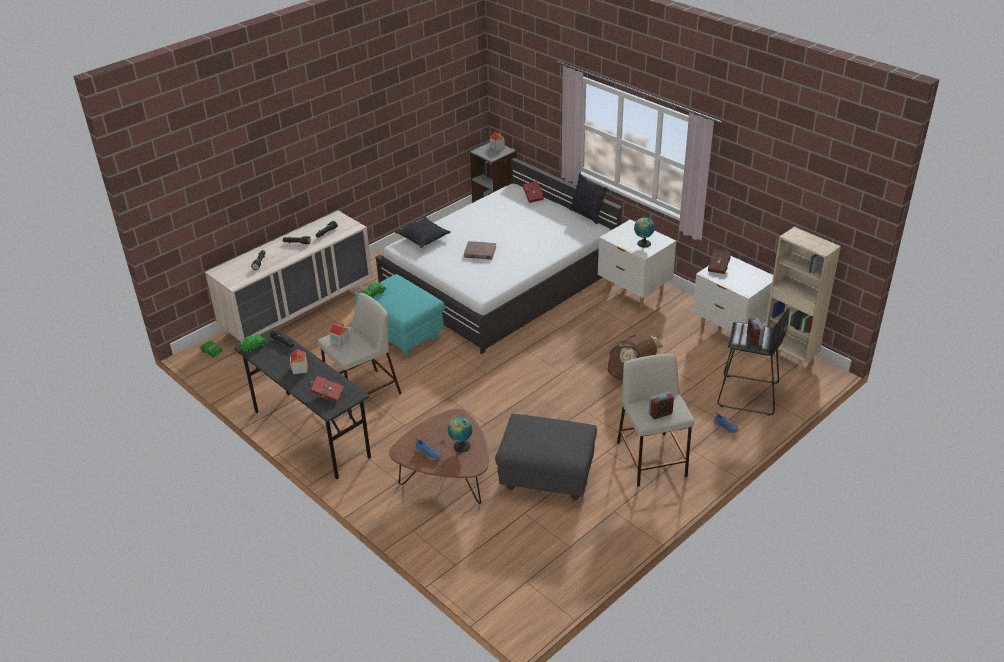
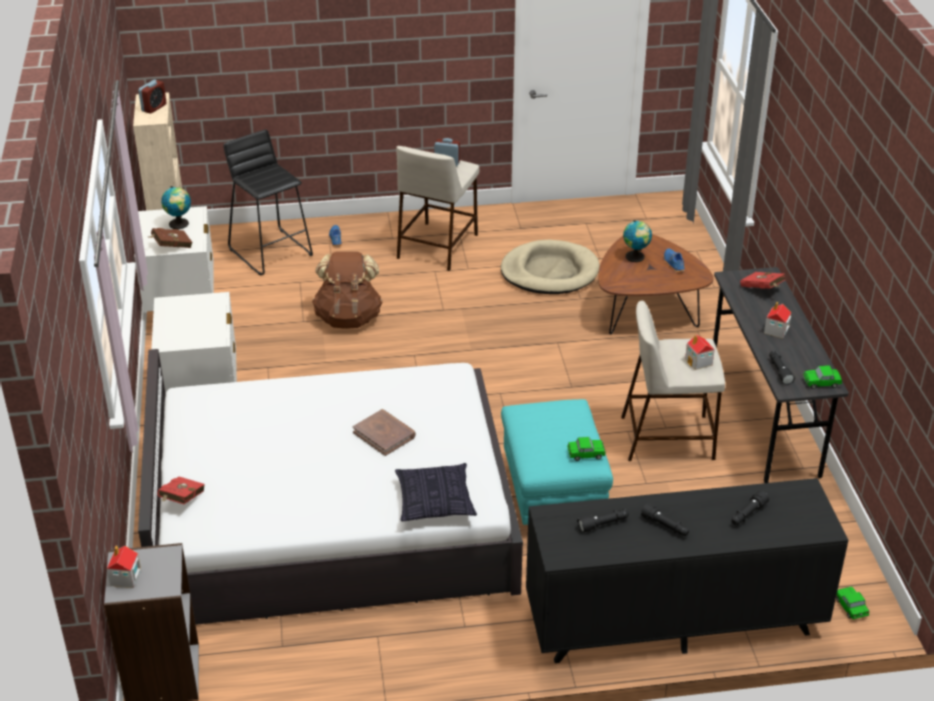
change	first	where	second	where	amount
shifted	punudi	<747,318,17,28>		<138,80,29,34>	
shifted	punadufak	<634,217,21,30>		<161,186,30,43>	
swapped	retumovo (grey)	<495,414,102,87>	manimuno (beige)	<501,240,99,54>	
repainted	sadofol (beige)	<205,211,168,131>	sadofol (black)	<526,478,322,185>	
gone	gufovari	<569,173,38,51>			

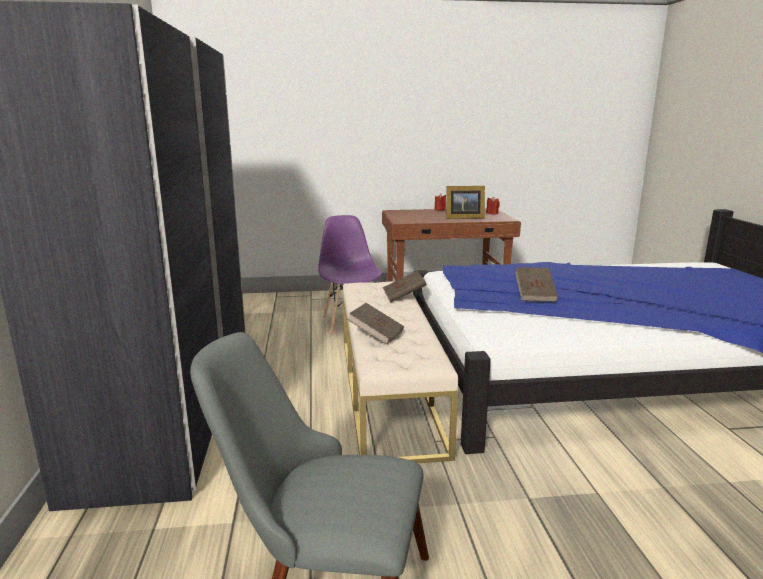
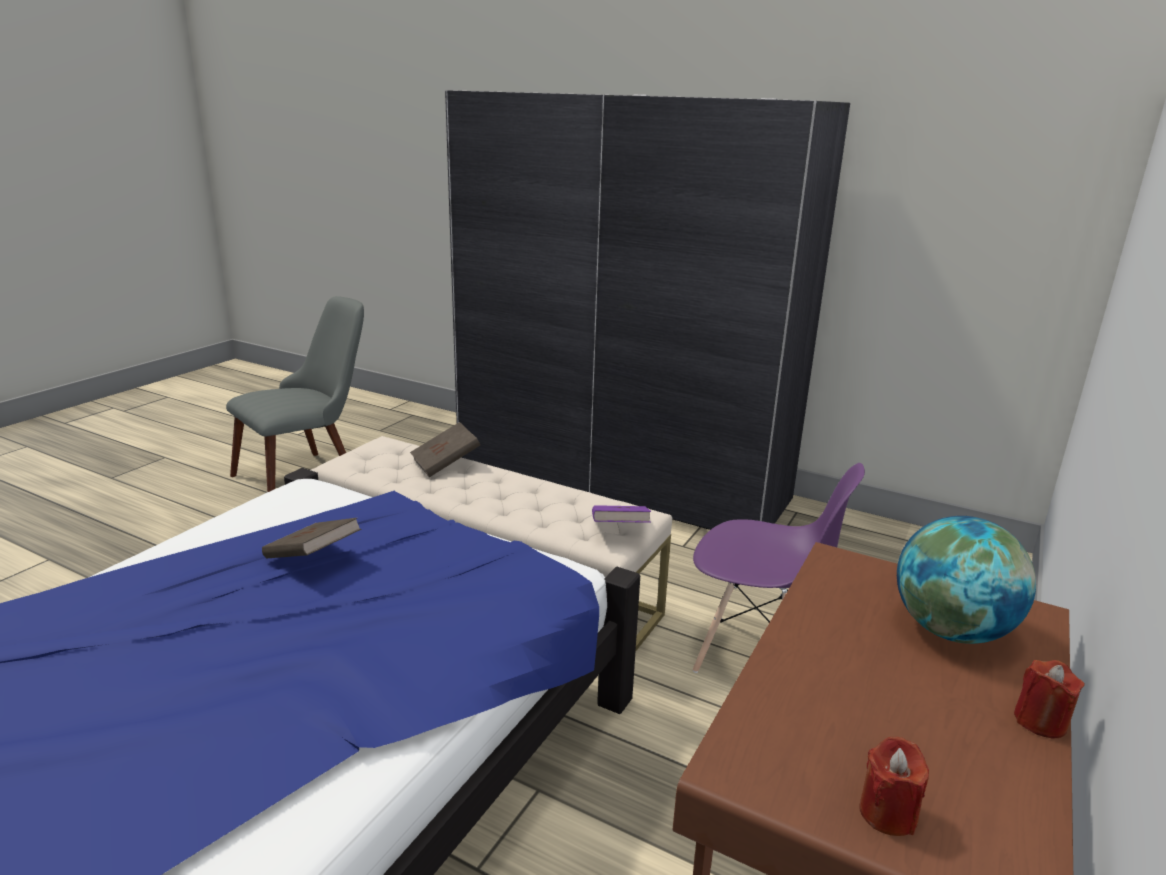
change	first	where	second	where	amount
new			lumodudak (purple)	<592,505,59,18>	
new			punadufak	<897,516,139,128>	
gone	lumodudak (brown)	<383,271,44,31>			
gone	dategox	<446,186,39,33>			

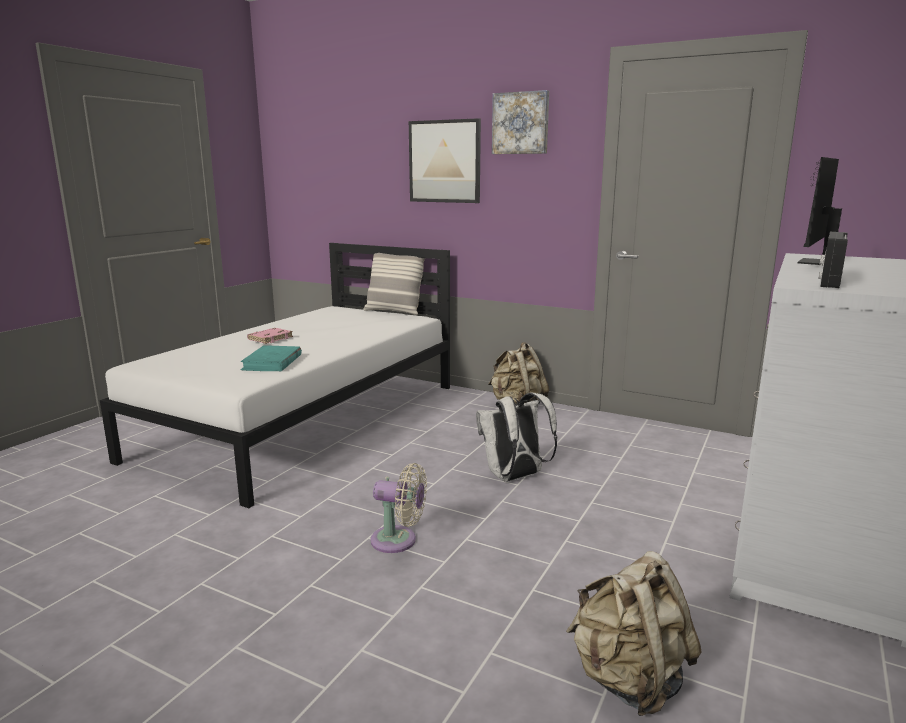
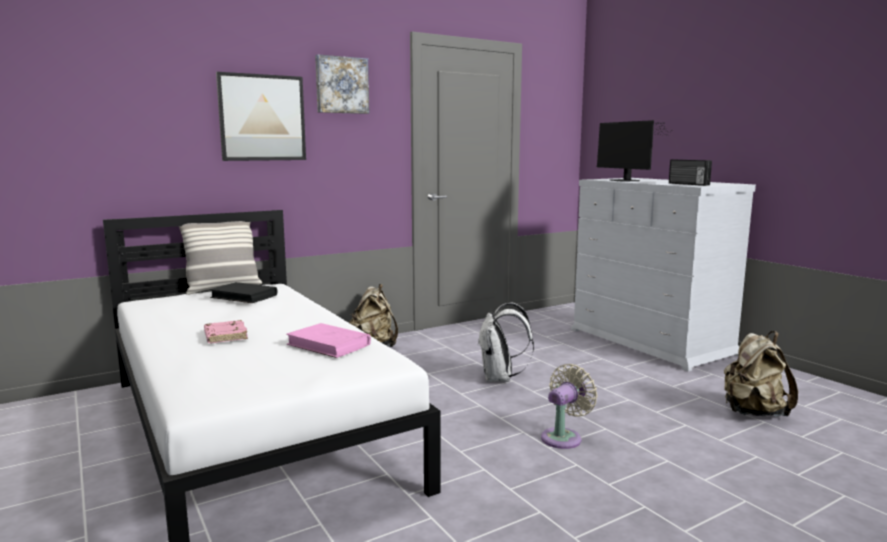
change	first	where	second	where	amount
new			lumodudak (black)	<210,282,68,21>	
repainted	lumodudak (turquoise)	<240,346,62,25>	lumodudak (pink)	<286,323,85,35>	

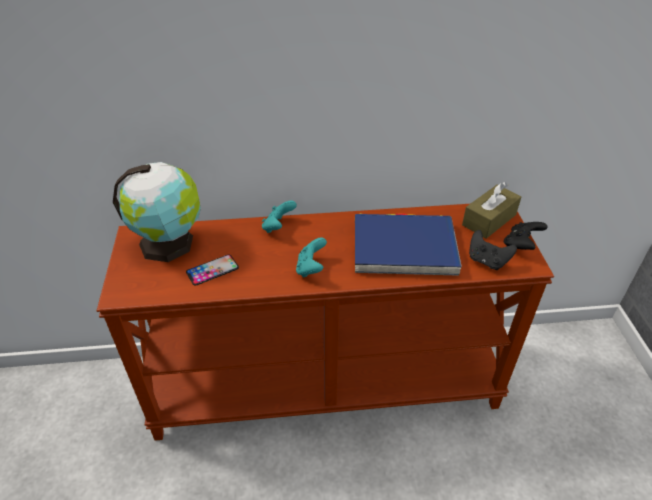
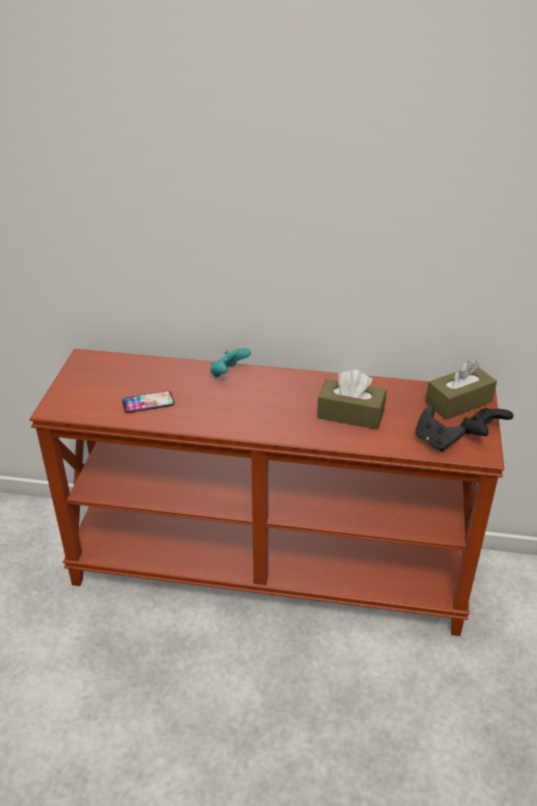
change	first	where	second	where	amount
swapped	lumodudak (blue)	<355,213,107,63>	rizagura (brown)	<317,370,70,60>	
gone	punadufak	<113,162,88,100>			
gone	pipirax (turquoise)	<296,237,31,40>			

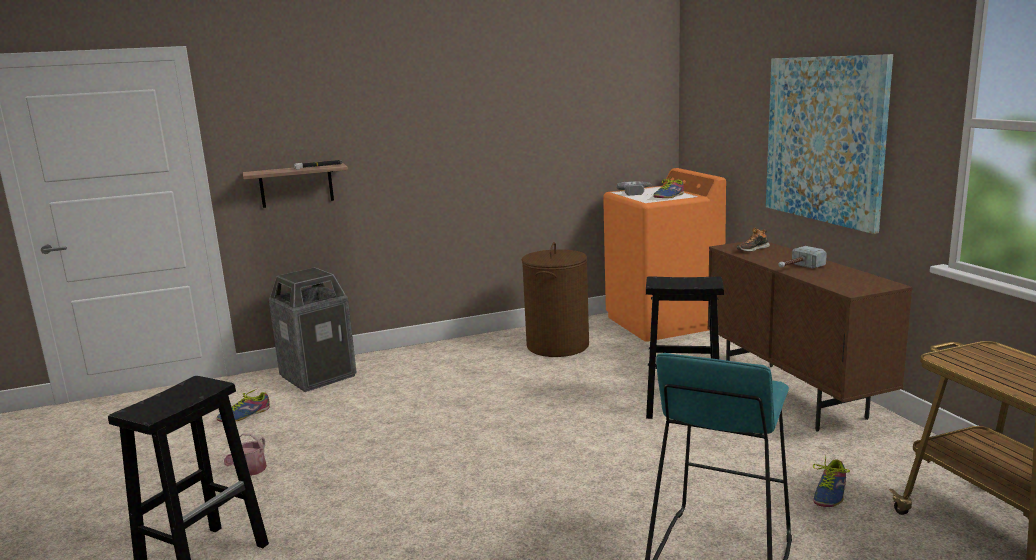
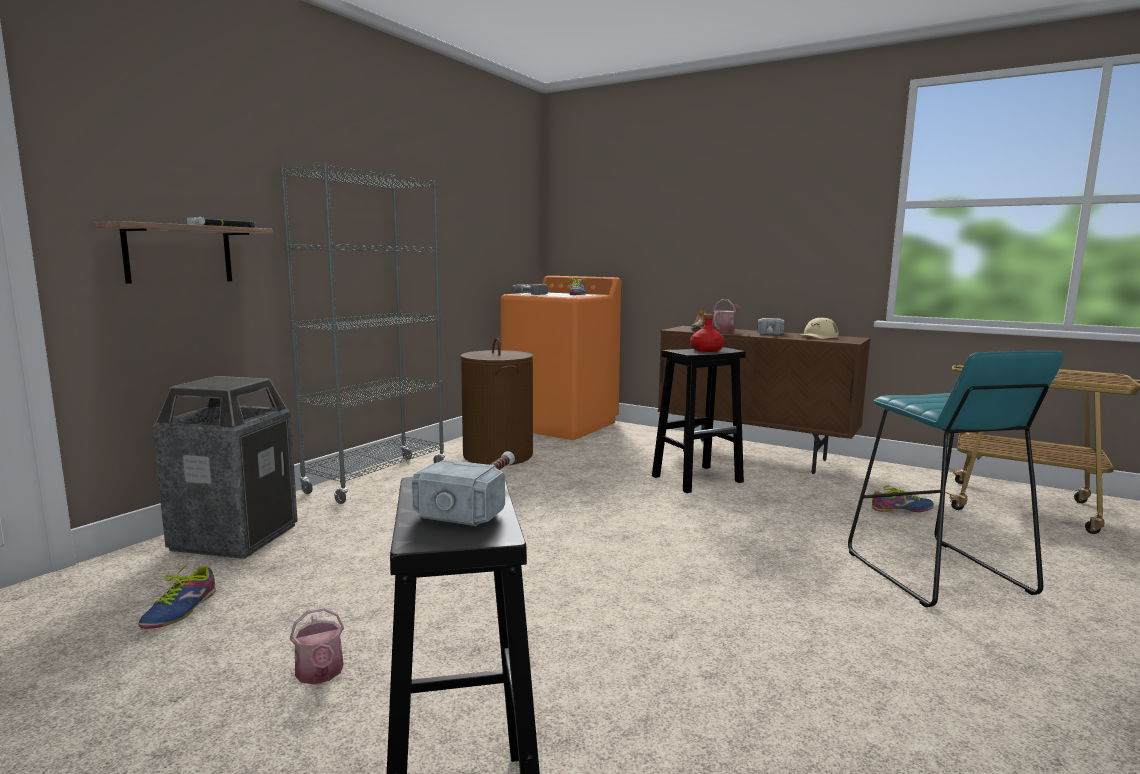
change	first	where	second	where	amount
new			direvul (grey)	<280,163,165,341>	
new			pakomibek	<412,451,103,75>	
new			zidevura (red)	<690,314,35,38>	
new			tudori	<713,299,28,33>	
new			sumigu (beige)	<797,317,42,22>	
rotated	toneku	<813,455,37,52>		<872,486,62,26>	90 degrees counterclockwise
gone	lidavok	<766,54,127,180>			

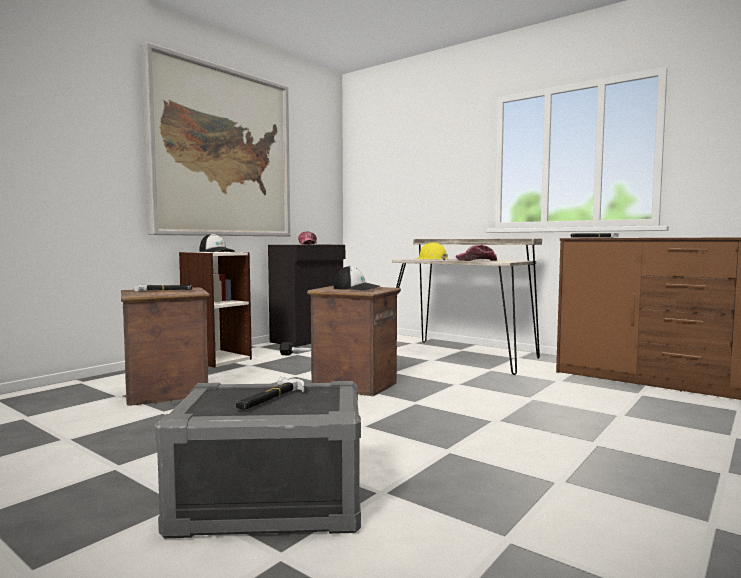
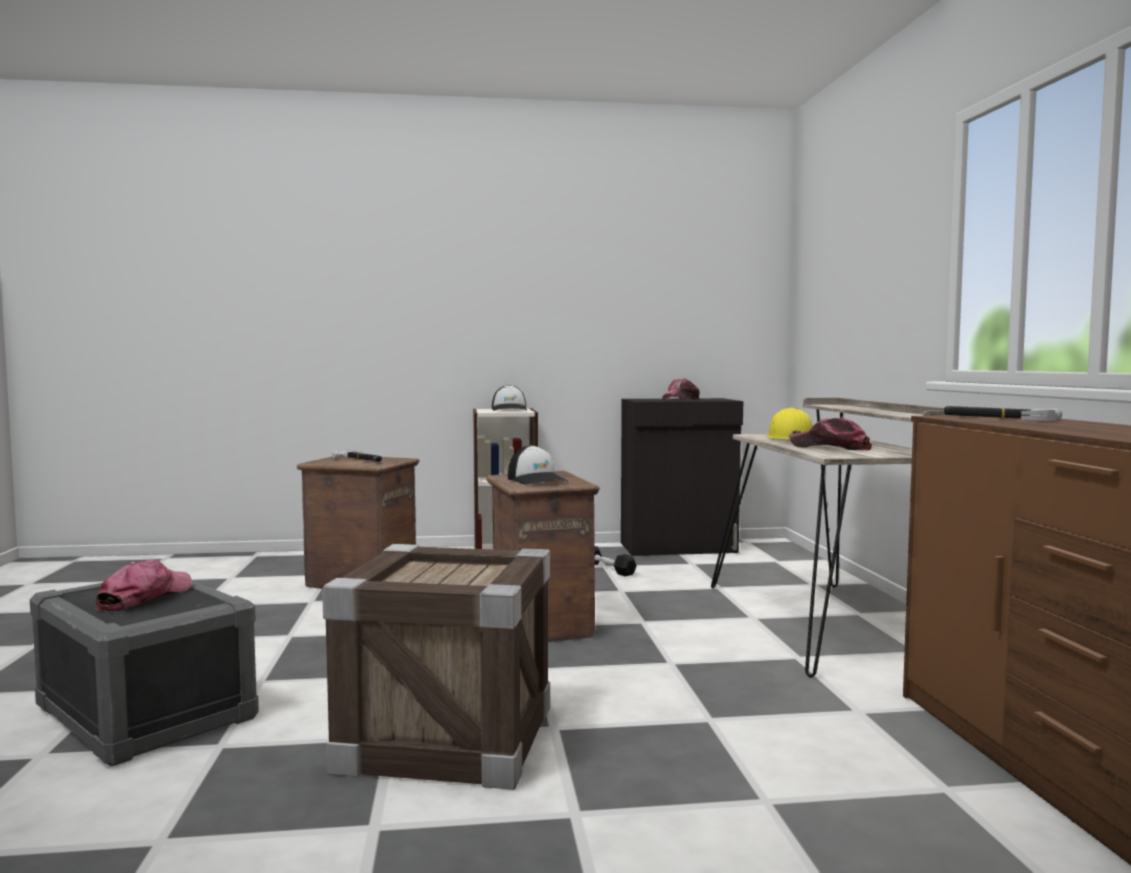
change	first	where	second	where	amount
swapped	pakomibek	<236,377,68,33>	sumigu	<94,559,98,52>	
new			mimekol	<322,544,228,246>	
gone	lidavok	<141,42,149,194>			

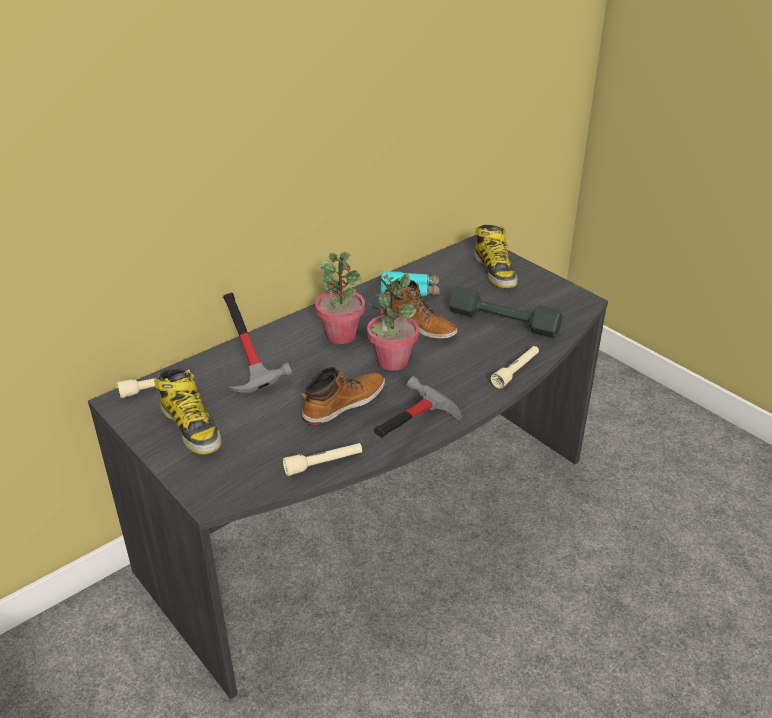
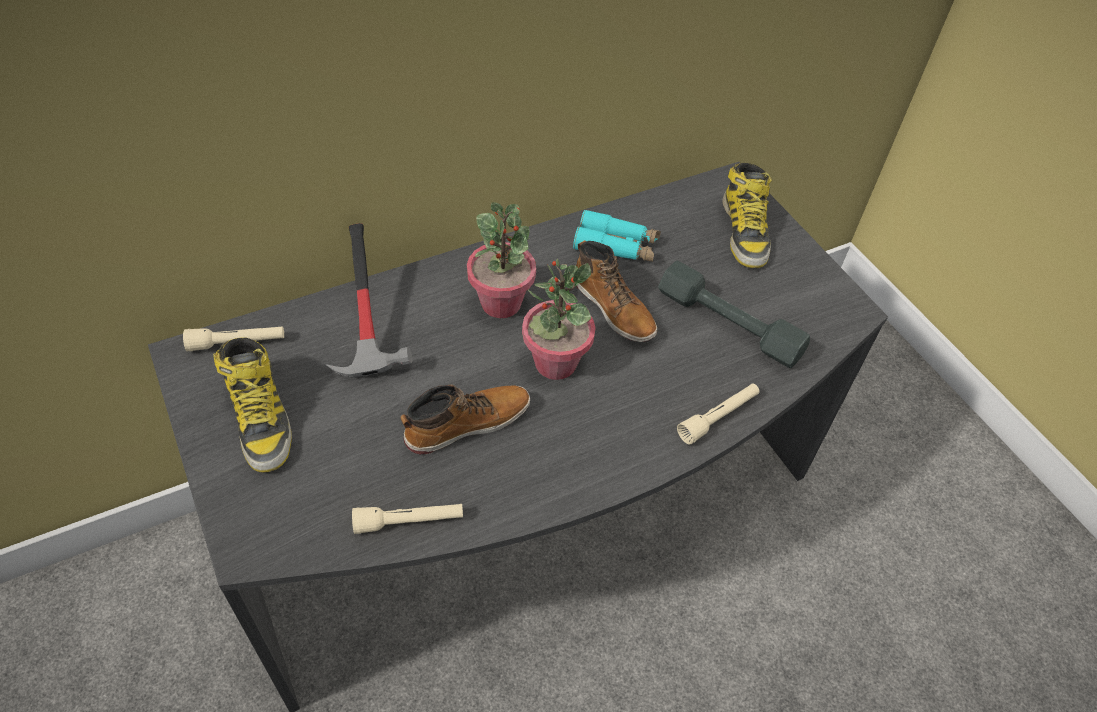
change	first	where	second	where	amount
gone	pakomibek	<373,376,89,62>			

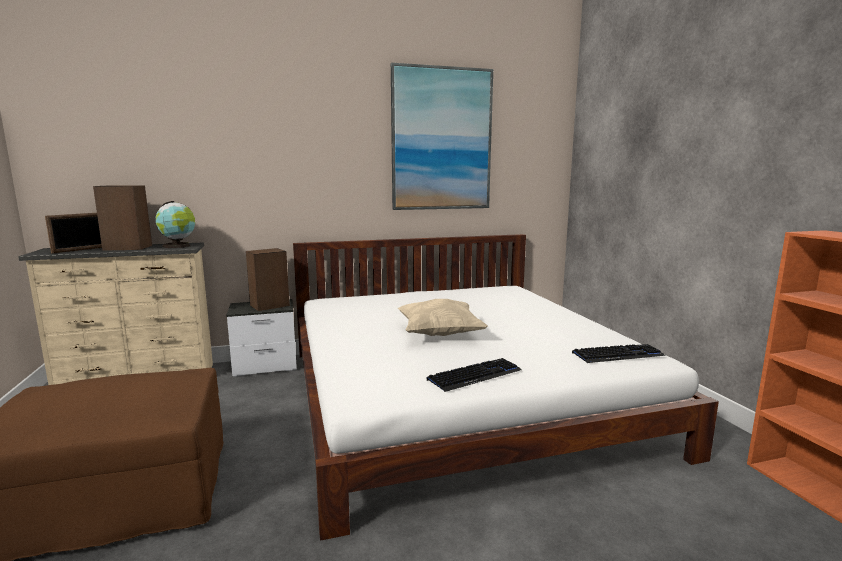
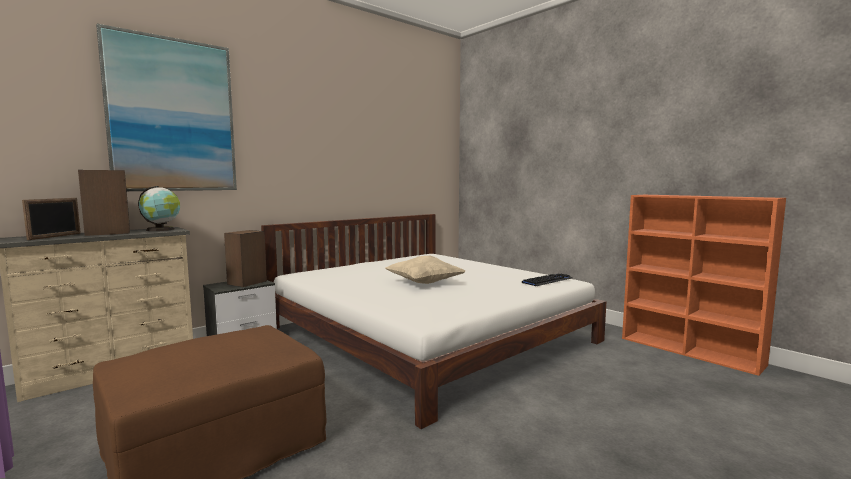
change	first	where	second	where	amount
shifted	lidavok	<391,63,102,147>		<96,24,141,167>	
gone	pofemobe	<427,358,94,34>			

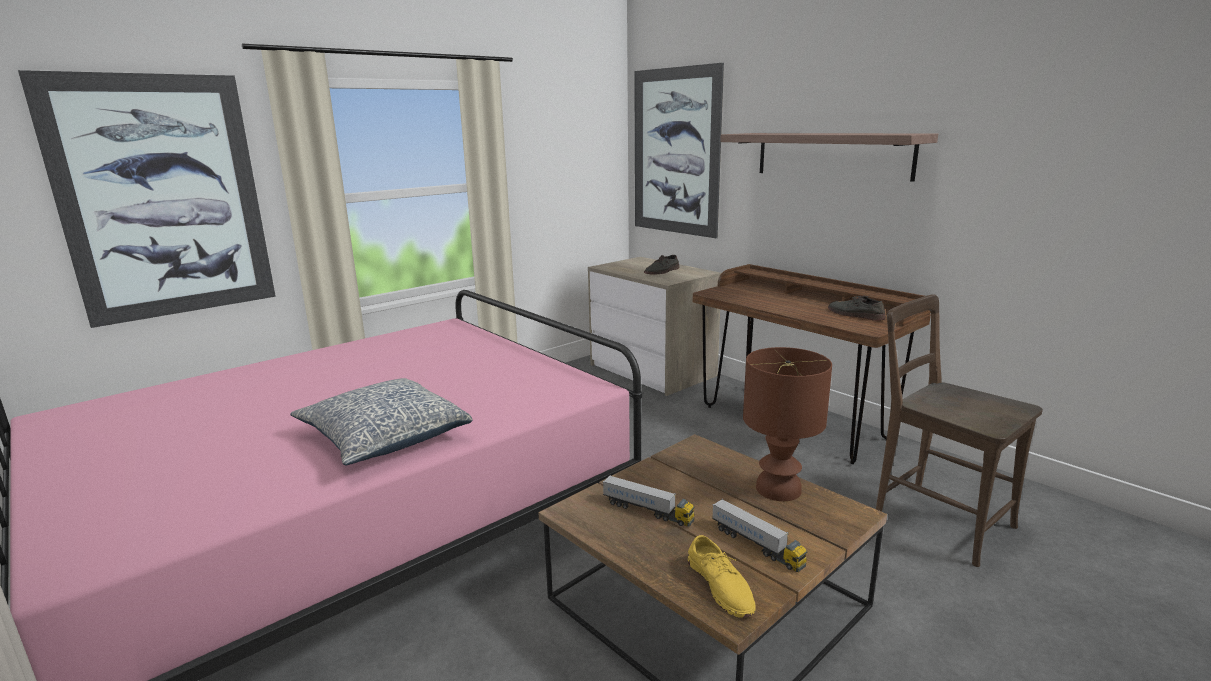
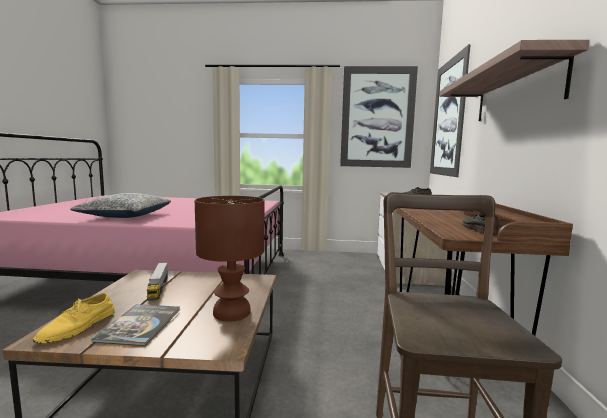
change	first	where	second	where	amount
swapped	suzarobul	<712,499,95,73>	lumodudak	<91,304,89,42>	
shifted	lidavok	<18,70,258,258>		<340,66,78,102>	

